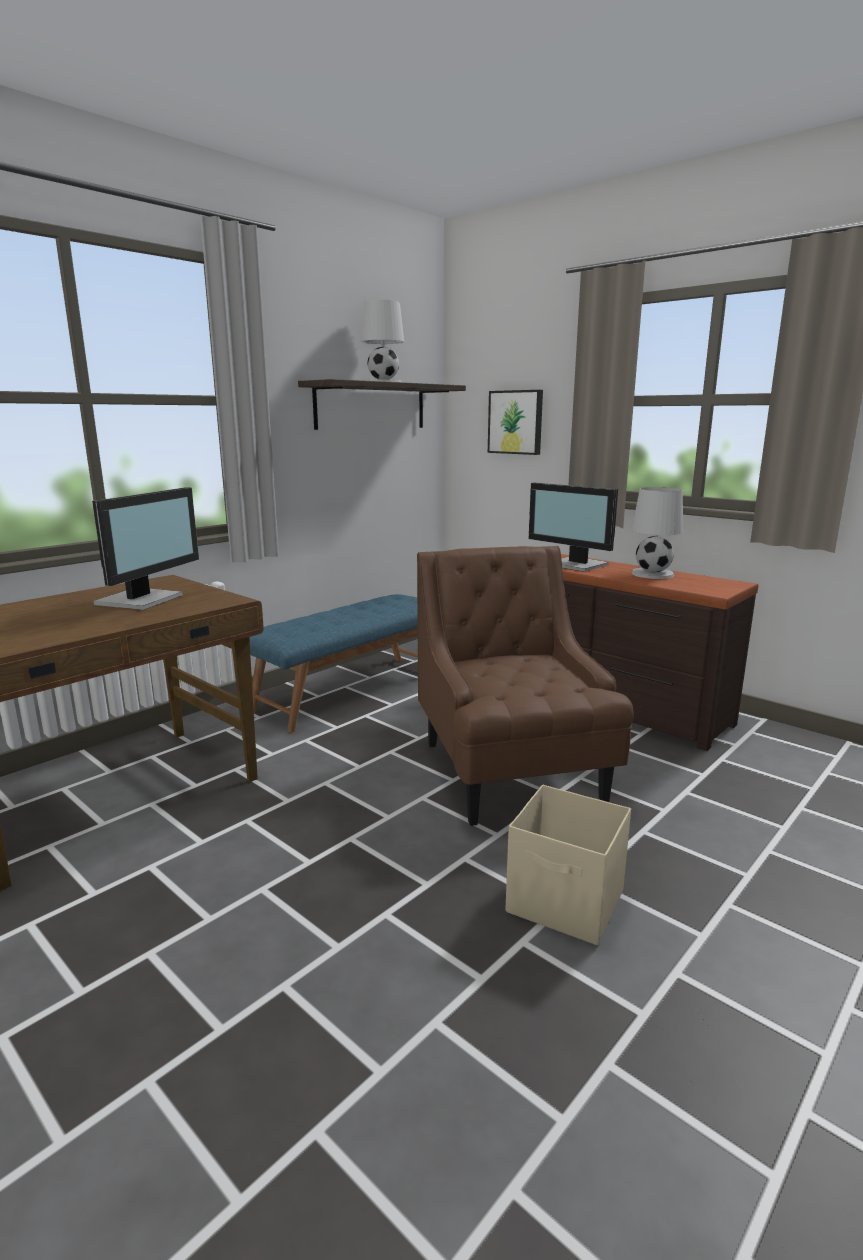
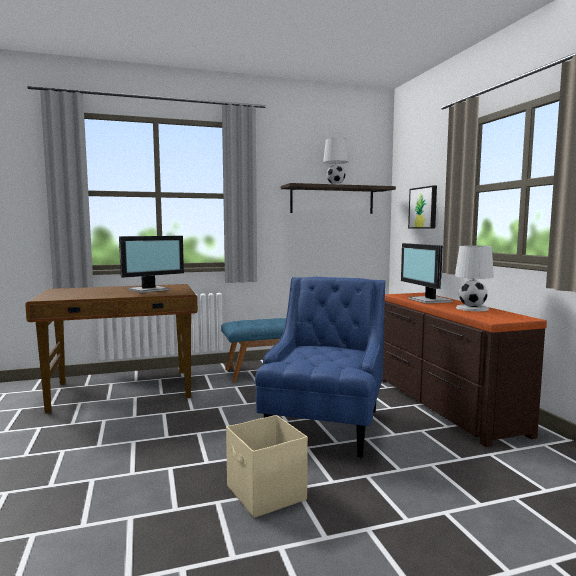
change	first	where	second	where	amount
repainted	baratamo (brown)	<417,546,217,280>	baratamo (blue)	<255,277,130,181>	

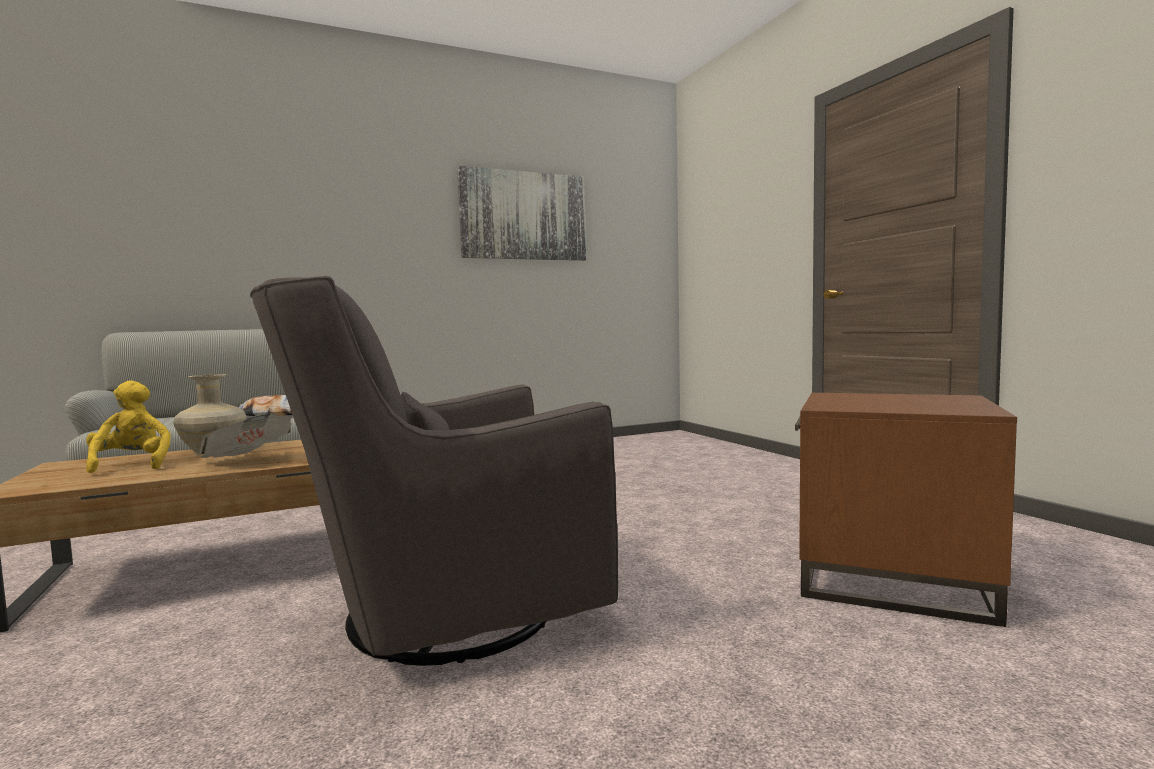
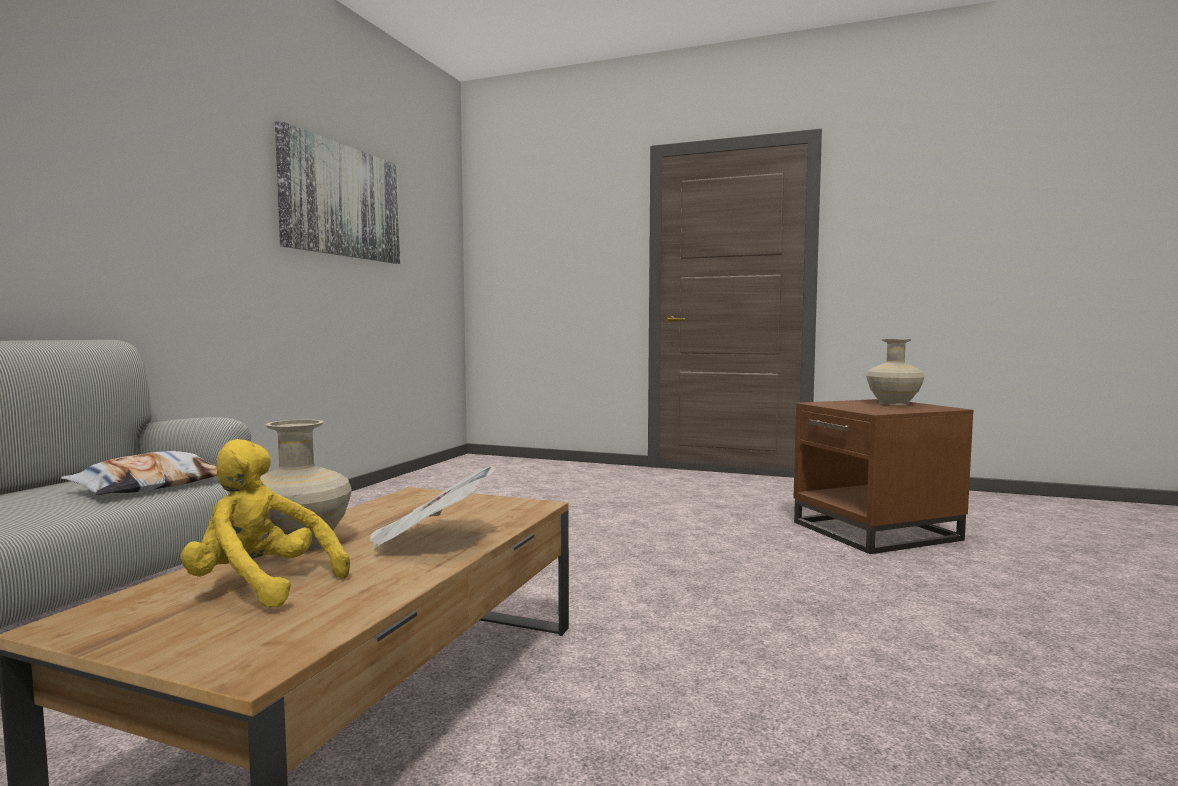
change	first	where	second	where	amount
new			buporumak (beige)	<866,339,58,66>	
gone	baratamo (grey)	<250,276,368,390>			

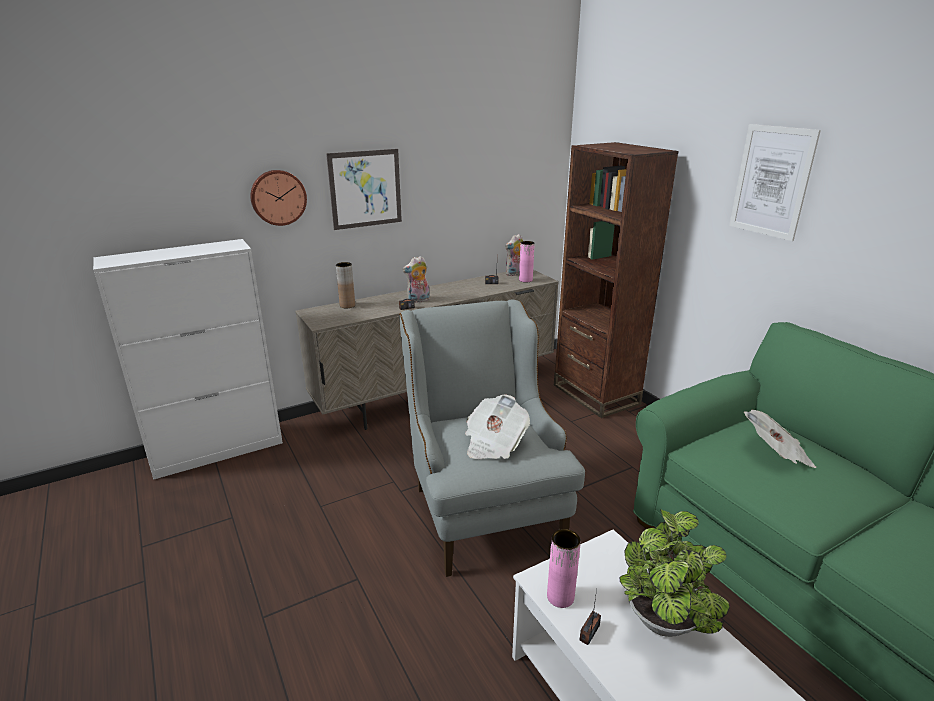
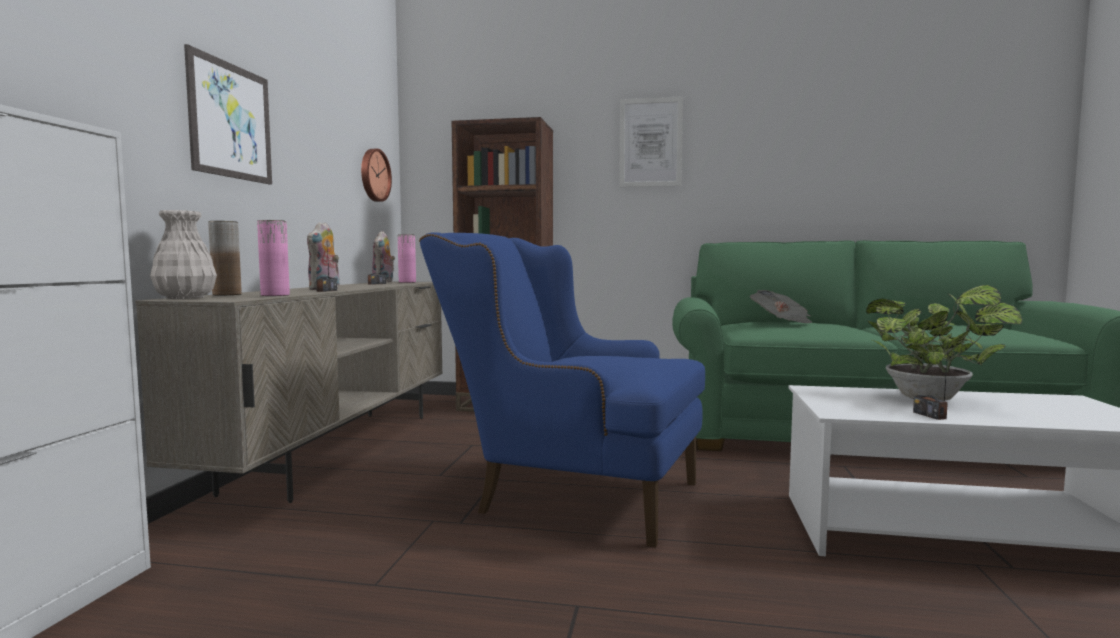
change	first	where	second	where	amount
new			buporumak (white)	<150,210,67,89>	
shifted	buporumak (pink)	<547,529,34,79>		<257,220,33,76>	
shifted	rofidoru	<250,170,57,56>		<361,149,31,53>	
repainted	baratamo (grey)	<399,300,186,277>	baratamo (blue)	<419,232,286,316>	
gone	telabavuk	<465,394,65,65>			

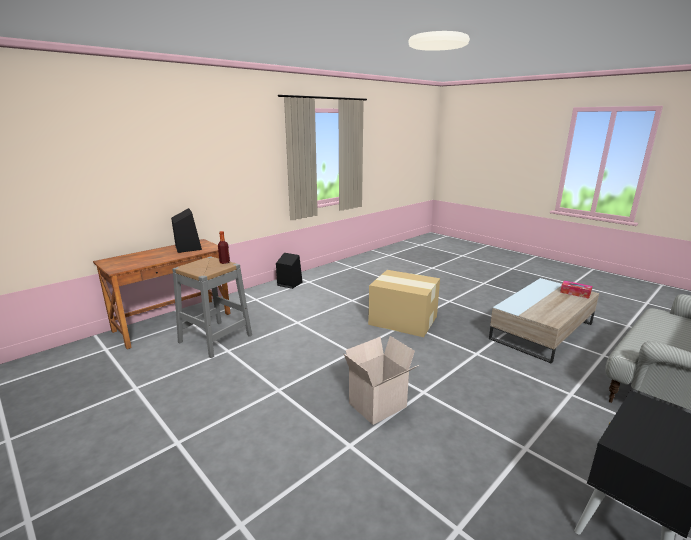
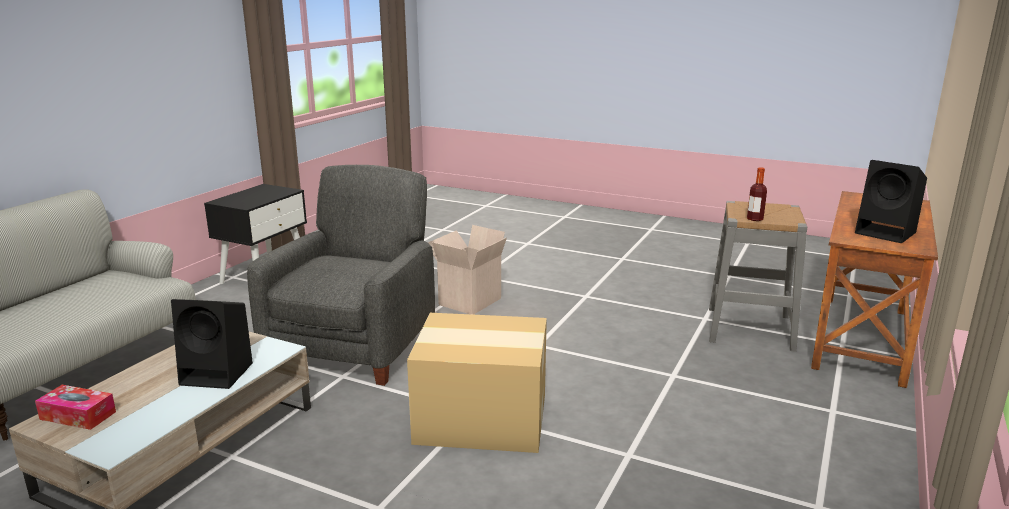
change	first	where	second	where	amount
shifted	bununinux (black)	<276,253,27,36>		<171,299,82,90>	
new			baratamo (grey)	<247,165,188,221>	

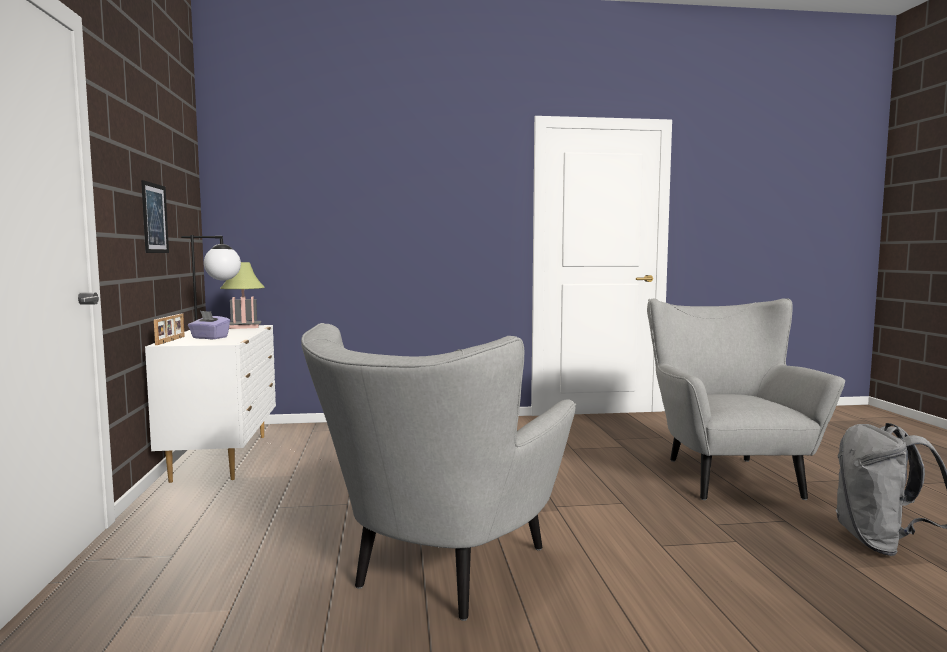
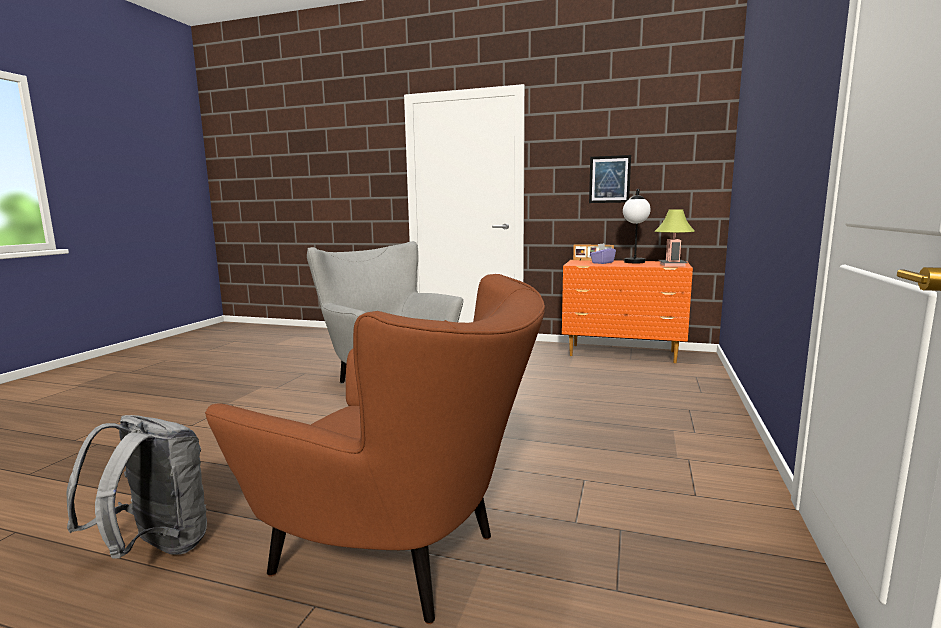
change	first	where	second	where	amount
repainted	baratamo (grey)	<647,298,198,202>	baratamo (brown)	<205,274,340,350>	
repainted	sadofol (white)	<145,325,131,158>	sadofol (orange)	<562,260,131,103>	

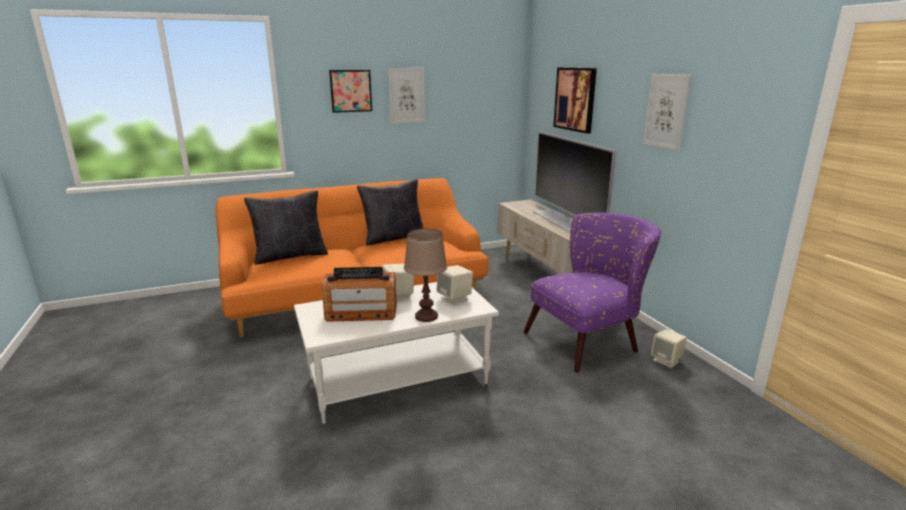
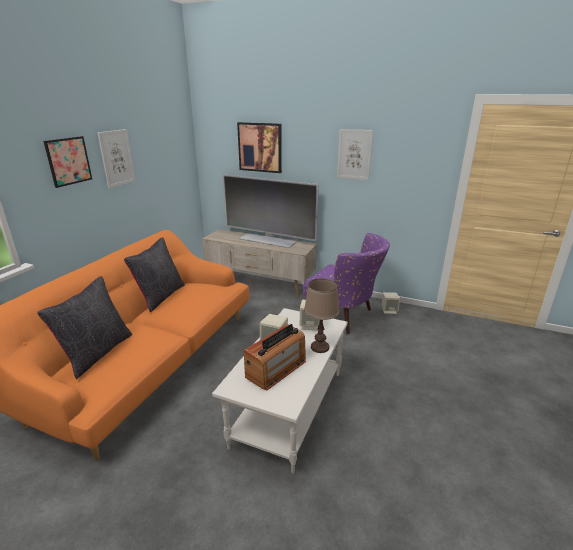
change	first	where	second	where	amount
rotated	baratamo (purple)	<524,213,137,160>		<303,233,87,101>	105 degrees clockwise

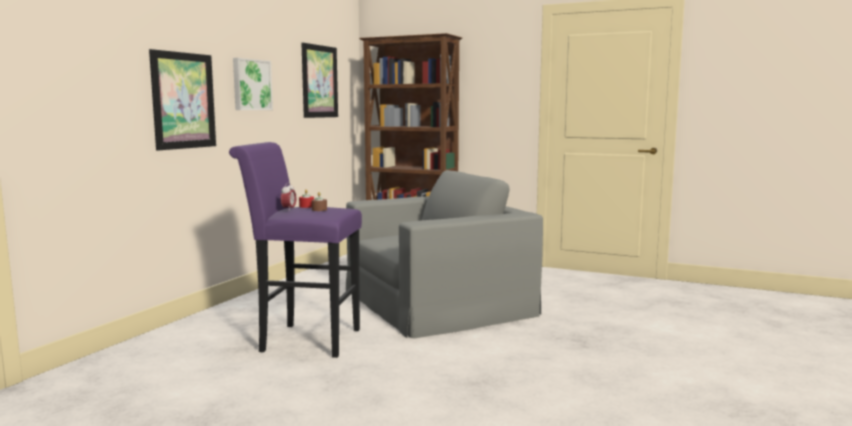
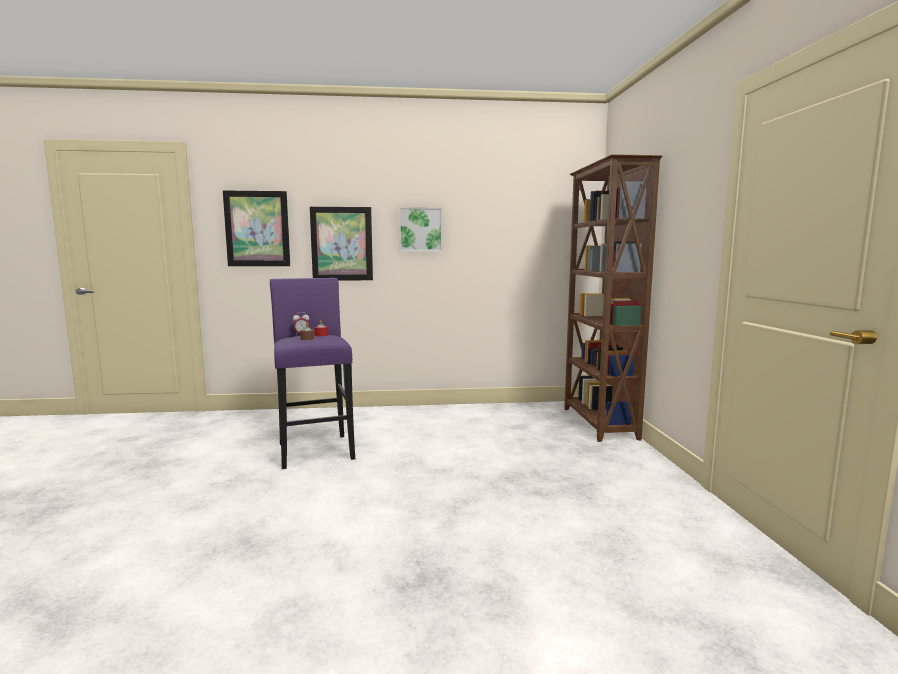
change	first	where	second	where	amount
shifted	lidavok	<301,43,37,75>		<223,190,67,76>	
gone	baratamo (grey)	<346,170,197,168>			

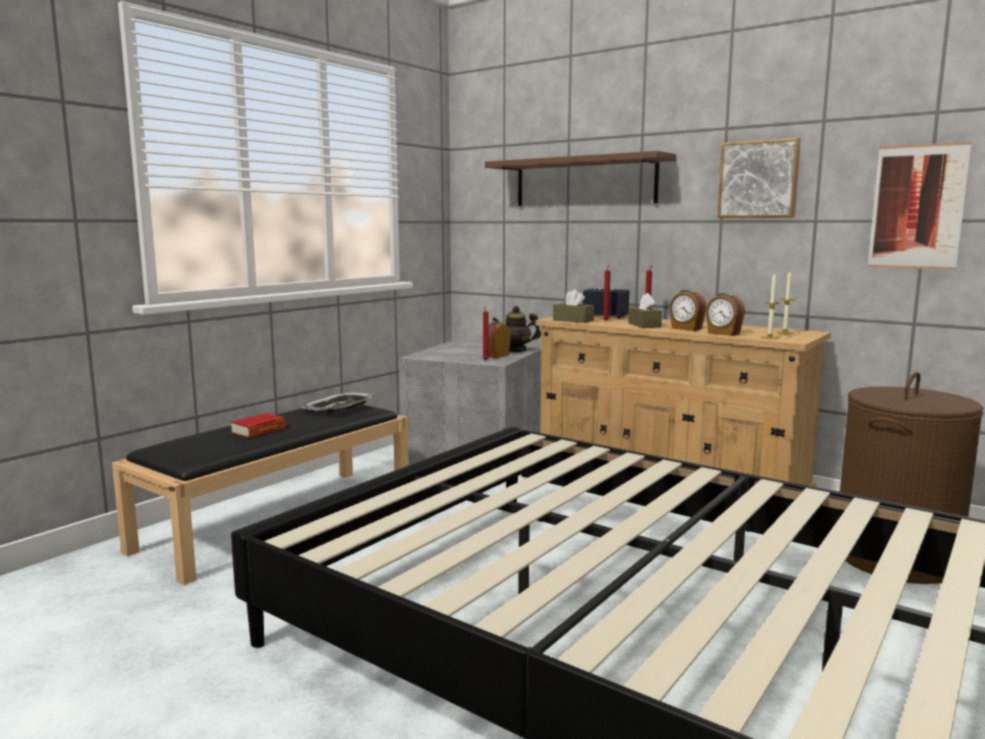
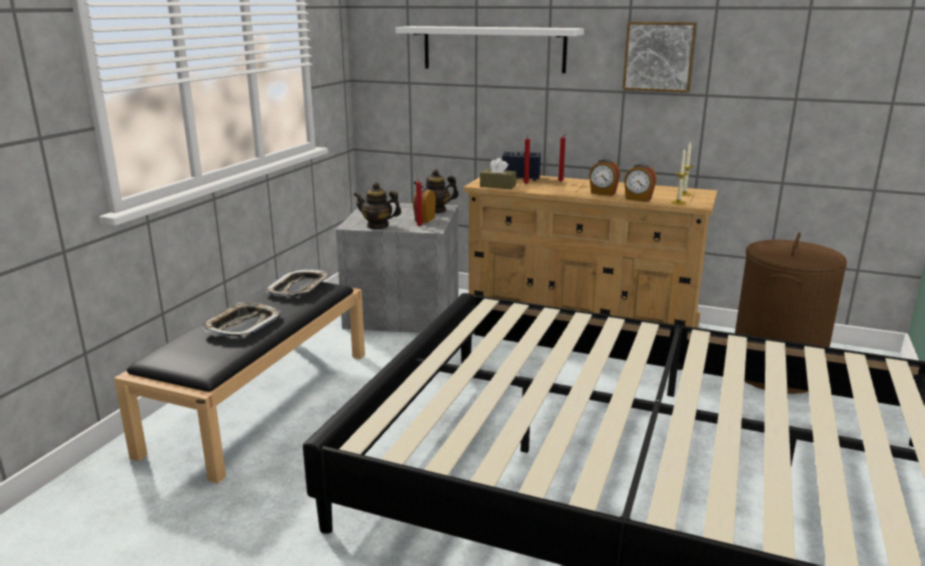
change	first	where	second	where	amount
swapped	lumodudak	<231,413,55,25>	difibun	<202,302,79,35>	
new			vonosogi	<354,182,47,47>	
repainted	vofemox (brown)	<485,151,191,55>	vofemox (white)	<395,26,189,47>	
gone	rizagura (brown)	<628,293,34,35>			
gone	lidavok	<868,142,104,128>			

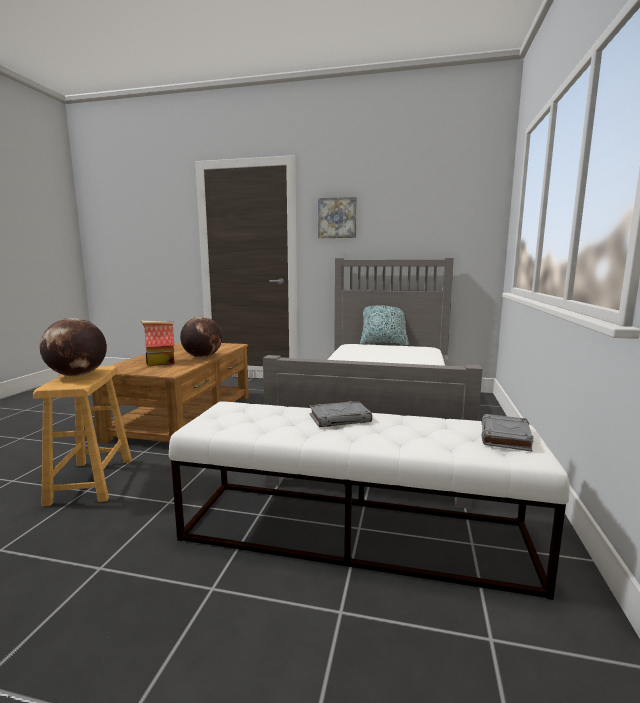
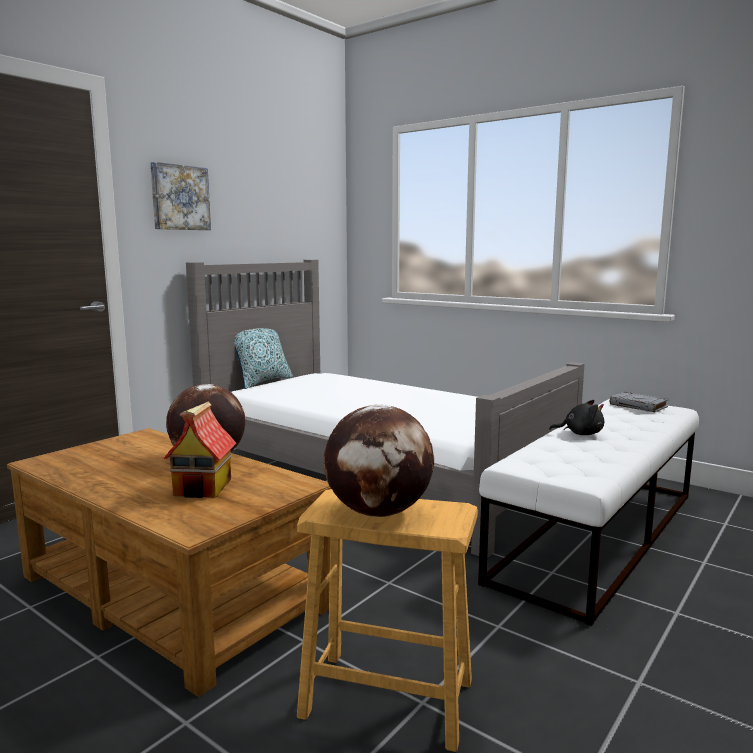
change	first	where	second	where	amount
swapped	lumodudak (grey)	<309,401,63,26>	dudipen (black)	<549,400,55,35>	

